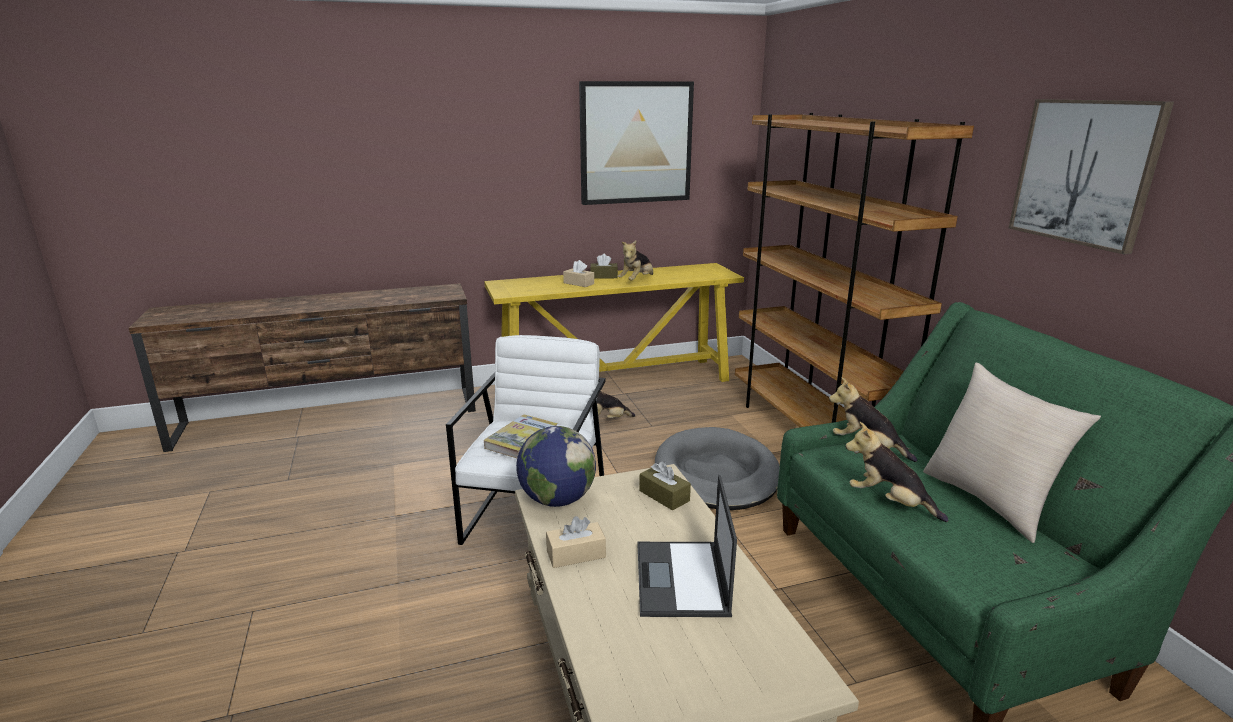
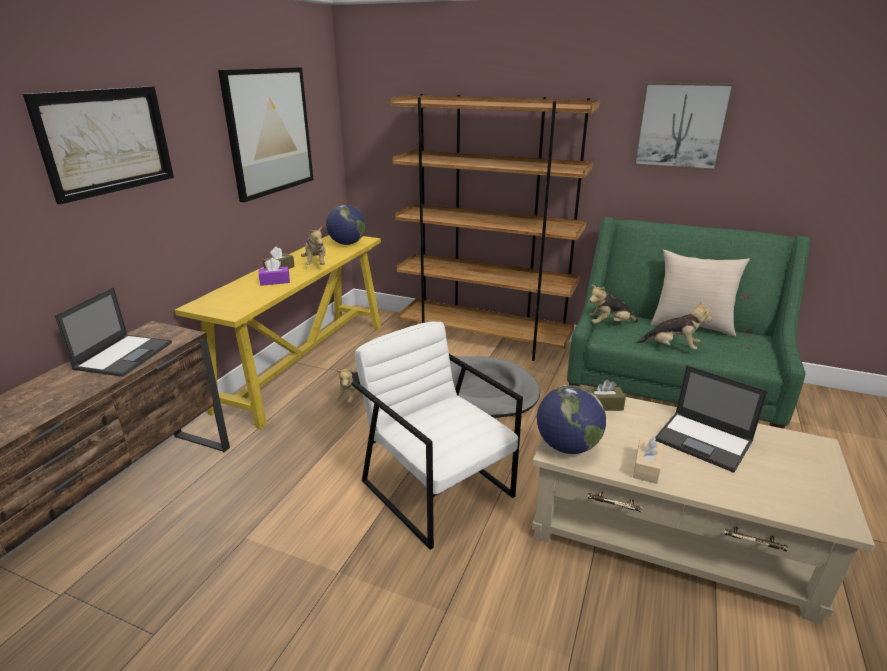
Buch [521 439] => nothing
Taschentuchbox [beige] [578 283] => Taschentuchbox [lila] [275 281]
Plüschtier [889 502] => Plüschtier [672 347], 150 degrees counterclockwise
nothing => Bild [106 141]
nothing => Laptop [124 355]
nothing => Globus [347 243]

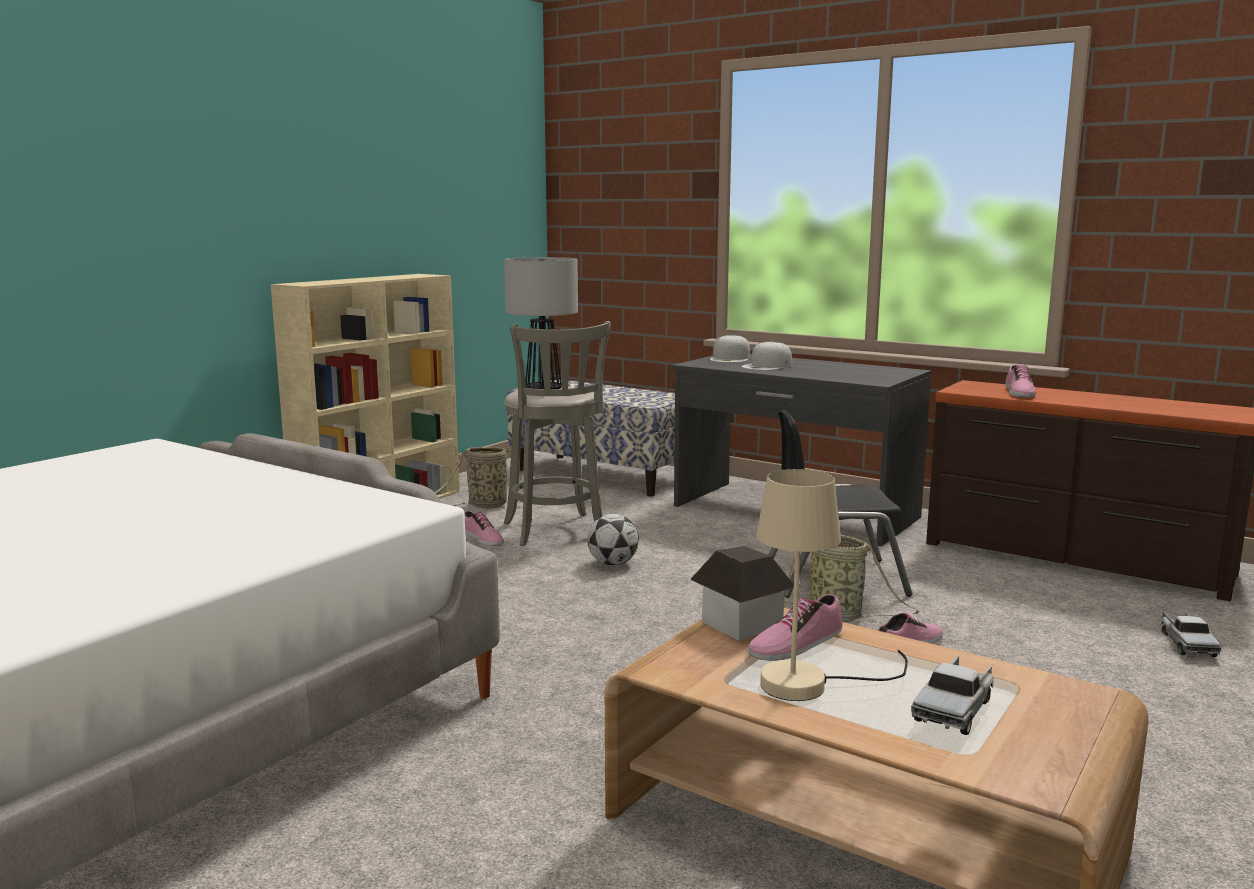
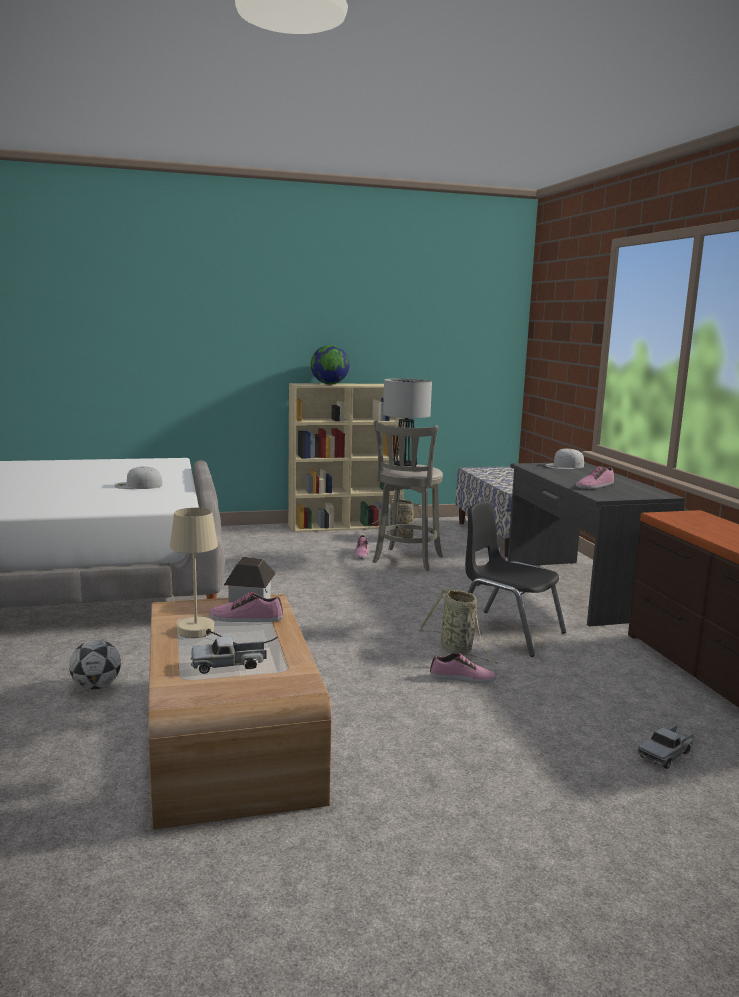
Fußball [613 564] => Fußball [96 686], shifted
Kappe [weiß] [767 366] => Kappe [weiß] [138 485], shifted
Schuh [1018 392] => Schuh [594 486], shifted
nothing => Globus [329 384]

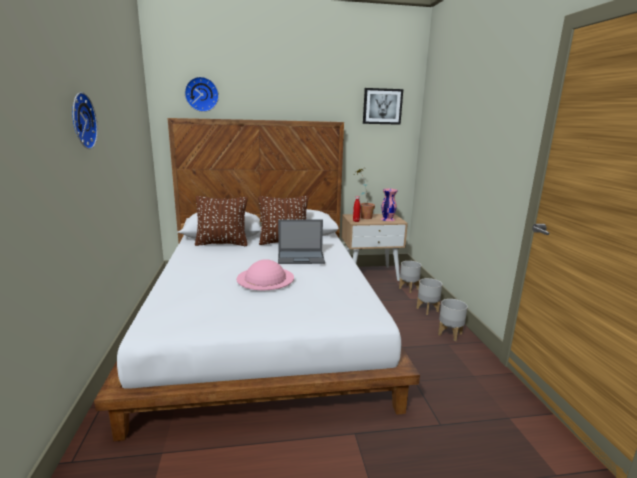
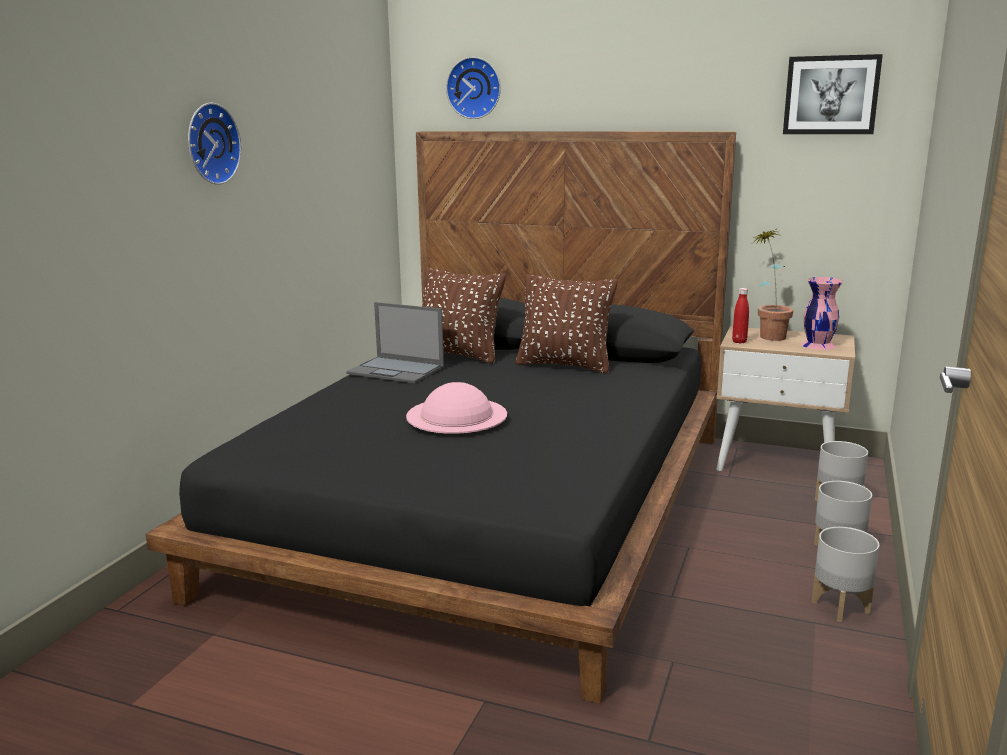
Bett [weiß] [264 324] => Bett [schwarz] [491 507]
Laptop [301 257] => Laptop [397 370], shifted

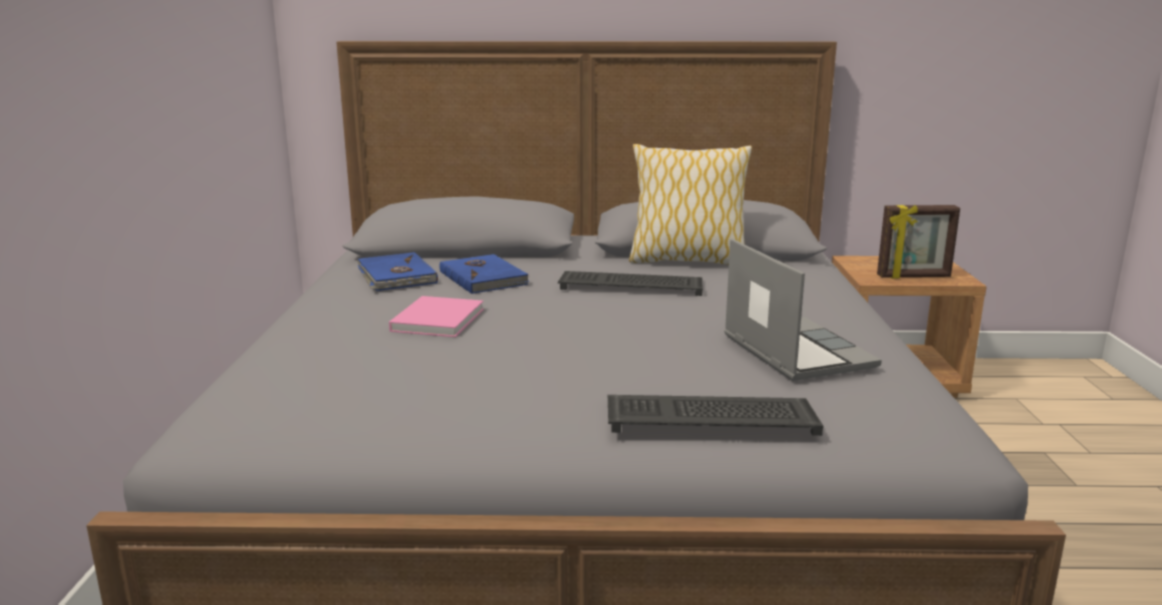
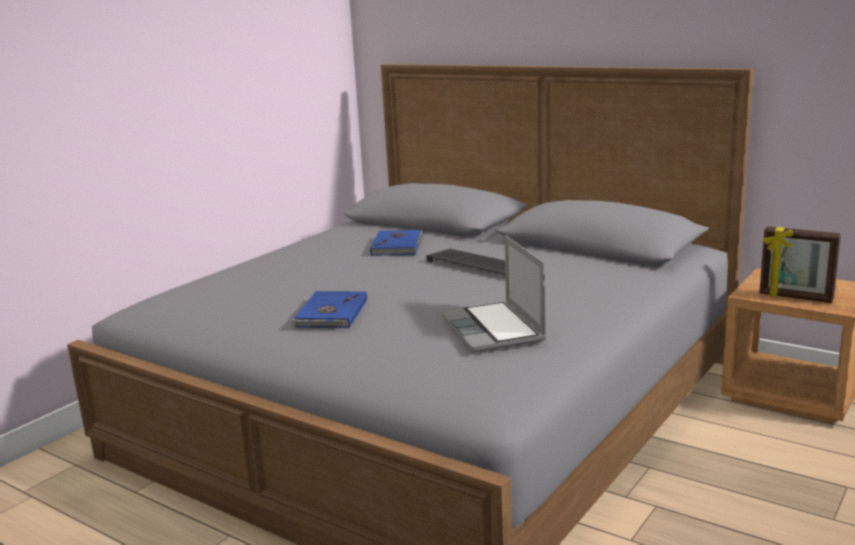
Buch [blau] [395 276] => Buch [blau] [330 313], shifted
Buch [rosa] [439 319] => nothing
Tastatur [712 417] => nothing
Kissen [687 261] => nothing
Laptop [794 351] => Laptop [494 329], 150 degrees clockwise

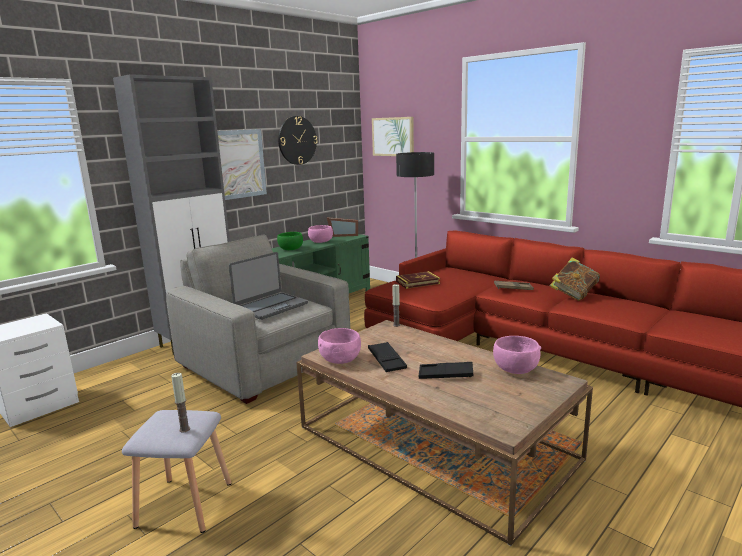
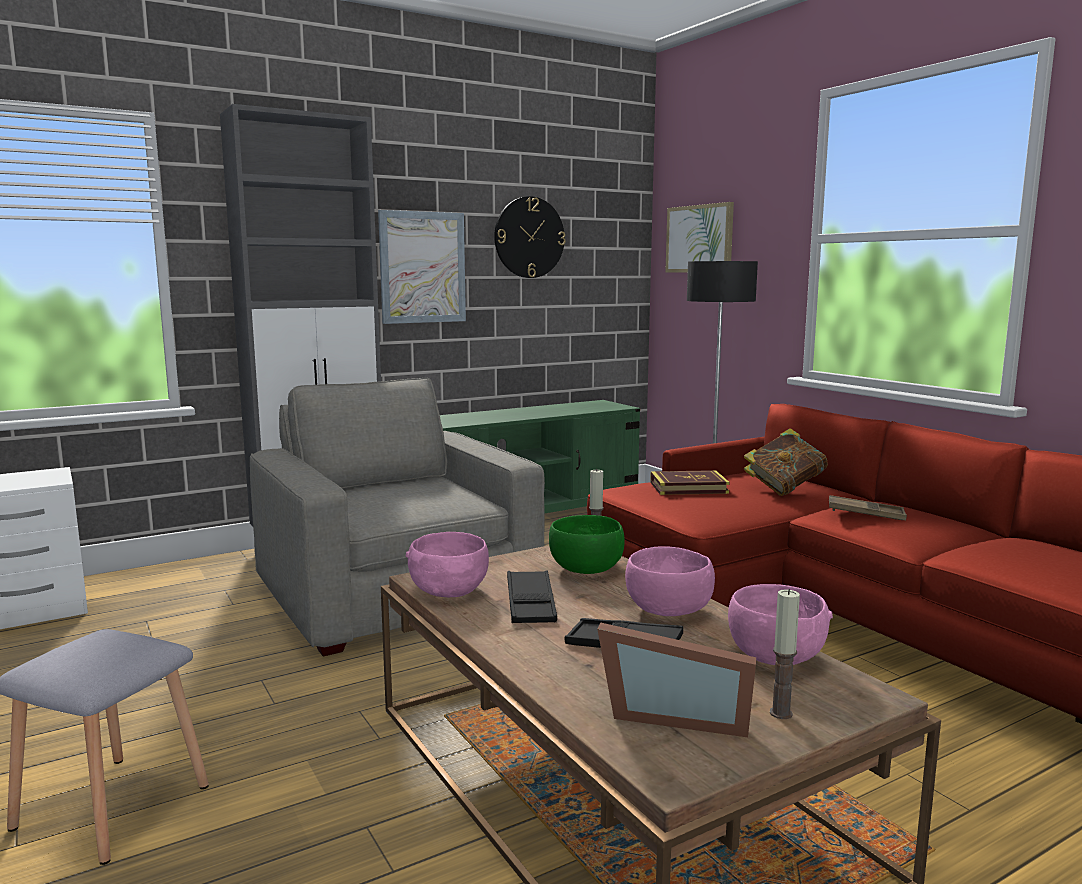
Kerze [184 429] => Kerze [780 713], shifted
Laptop [270 306] => nothing
Schüssel [grün] [291 249] => Schüssel [grün] [586 570], shifted
Schüssel [rosa] [321 242] => Schüssel [rosa] [669 610], shifted
Bilderrahmen [343 235] => Bilderrahmen [674 715], shifted
Buch [573 295] => Buch [784 489], shifted

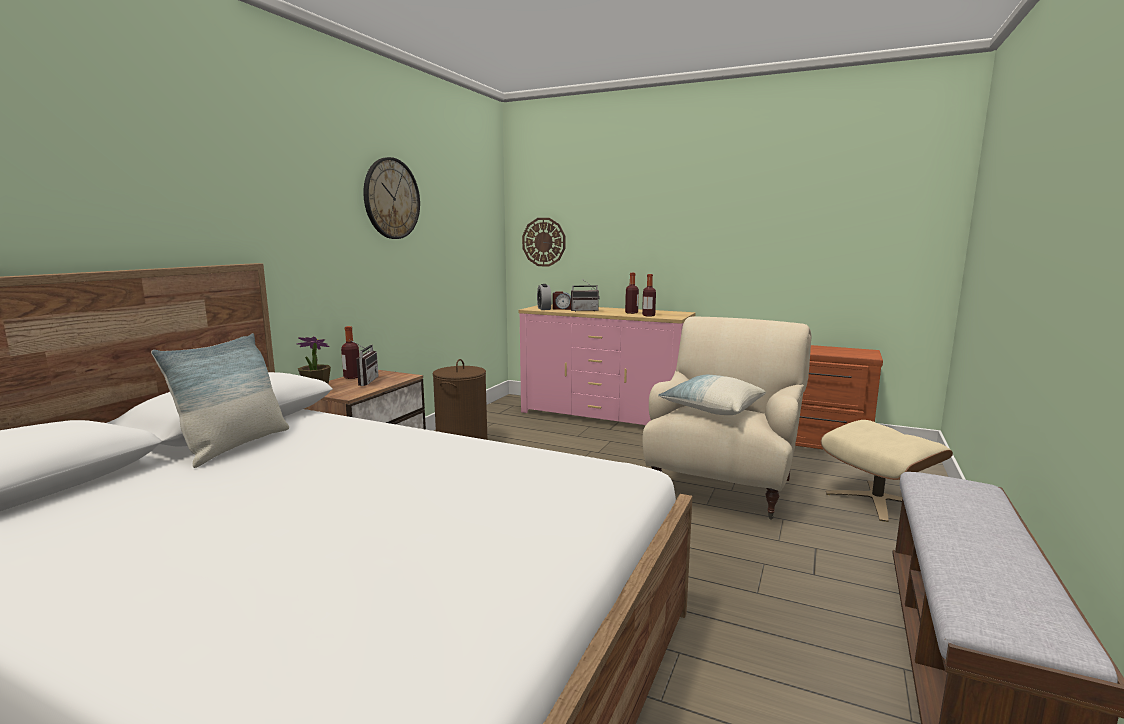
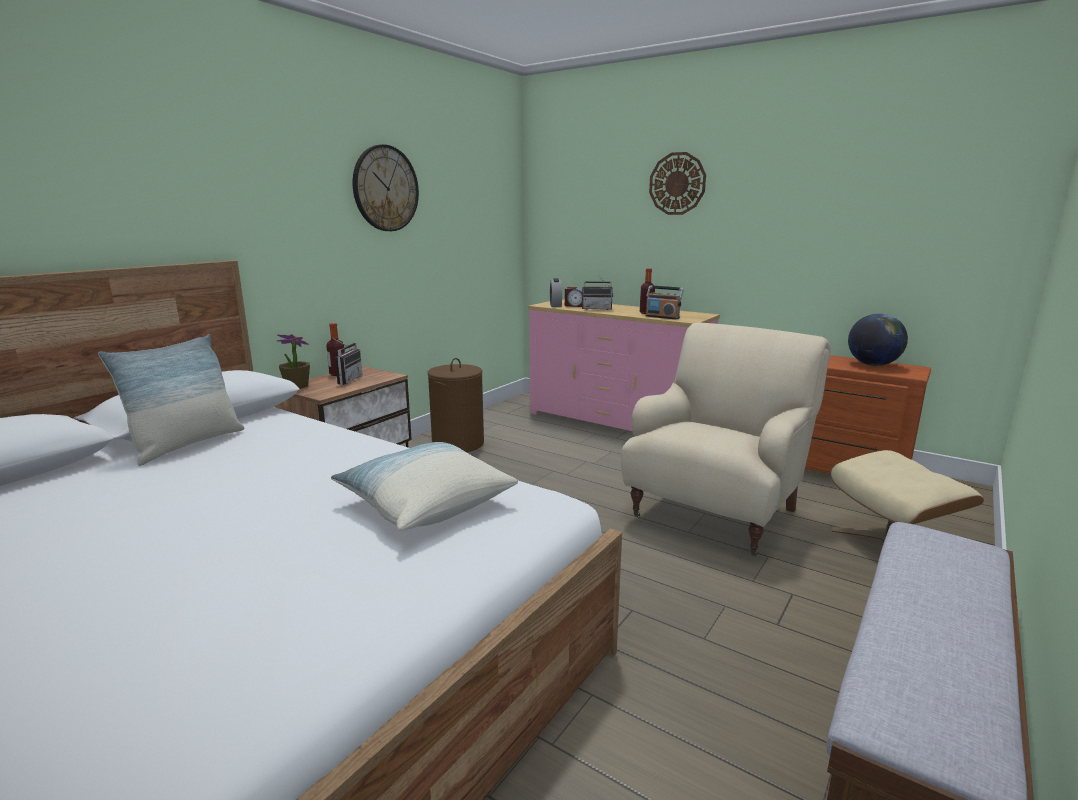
Wanduhr [544 242] => Wanduhr [677 184], shifted
Flasche [648 315] => Radio [662 317]
Kissen [712 409] => Kissen [424 504], shifted
nothing => Globus [873 364]

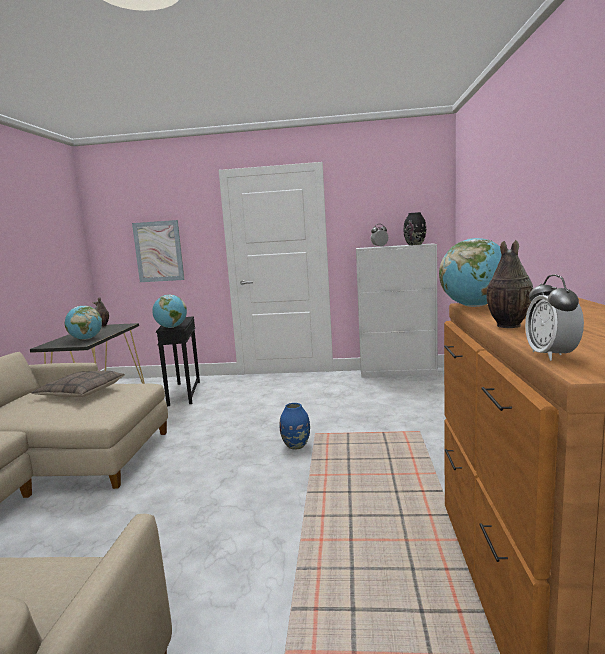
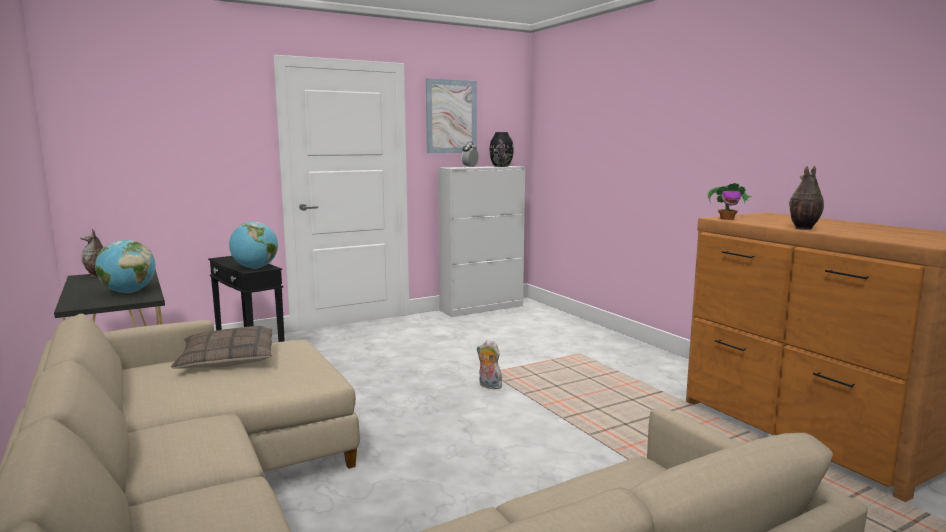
Bild [158 251] => Bild [451 116], shifted
Vase [blau] [296 445] => Plüschtier [488 386]
Globus [474 306] => Topfpflanze [727 219]
Wecker [551 355] => nothing

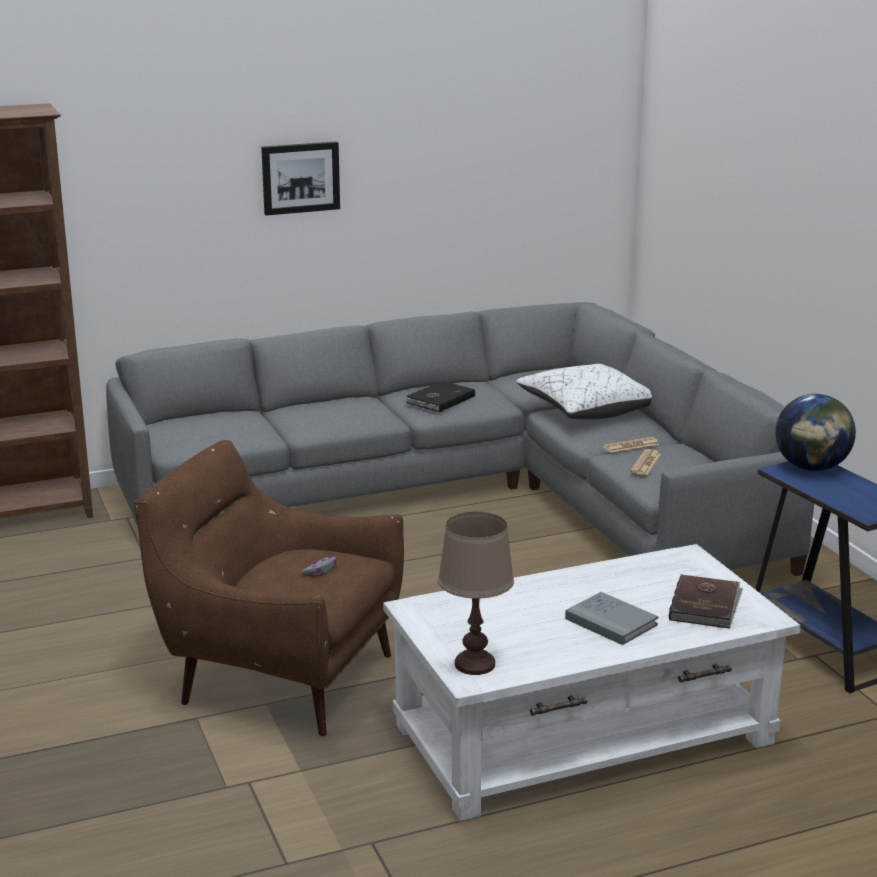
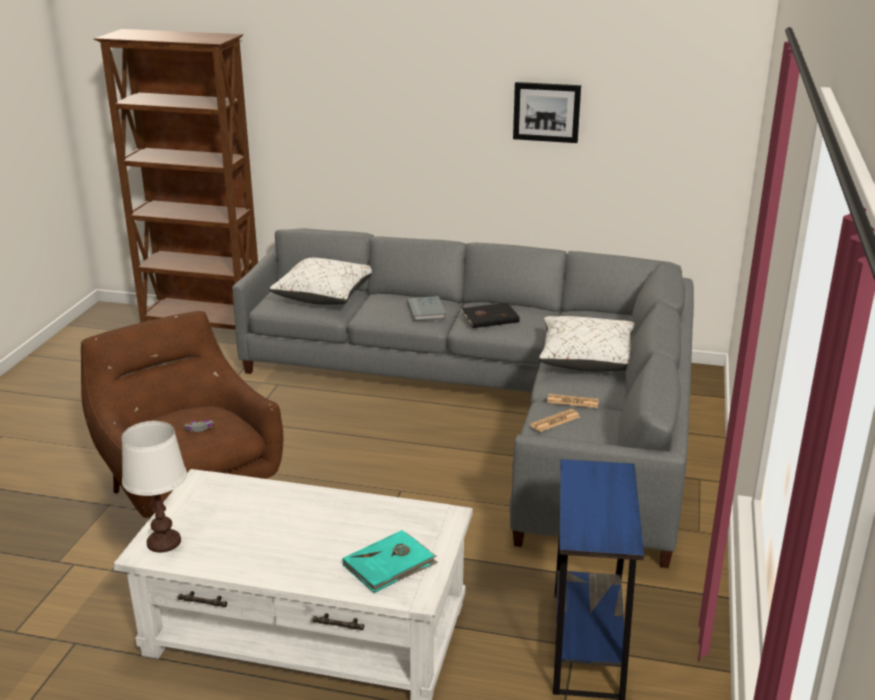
Bild [300 177] => Bild [546 112], shifted
Tischlampe [braun] [474 664] => Tischlampe [weiß] [163 542]
Buch [grau] [611 622] => Buch [grau] [426 311], shifted
Buch [braun] [705 605] => Buch [türkis] [390 564]
Globus [811 468] => nothing
nothing => Kissen [weiß] [325 295]

